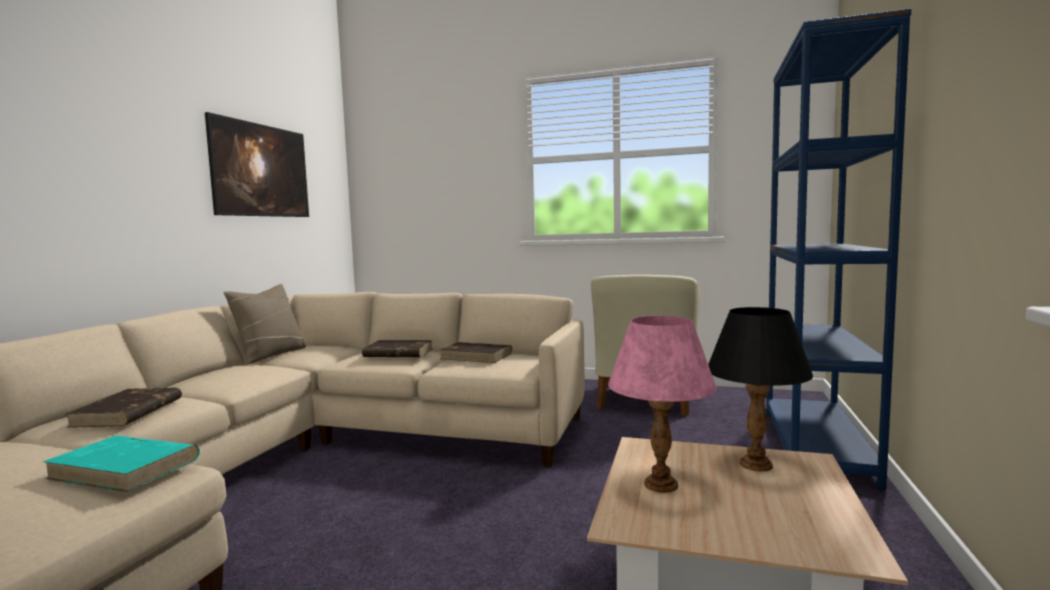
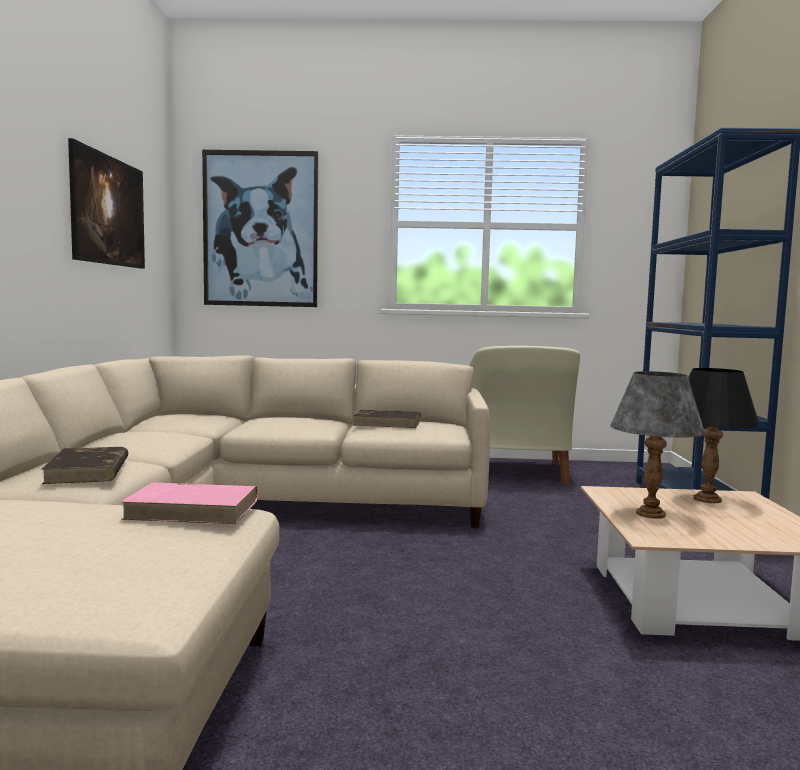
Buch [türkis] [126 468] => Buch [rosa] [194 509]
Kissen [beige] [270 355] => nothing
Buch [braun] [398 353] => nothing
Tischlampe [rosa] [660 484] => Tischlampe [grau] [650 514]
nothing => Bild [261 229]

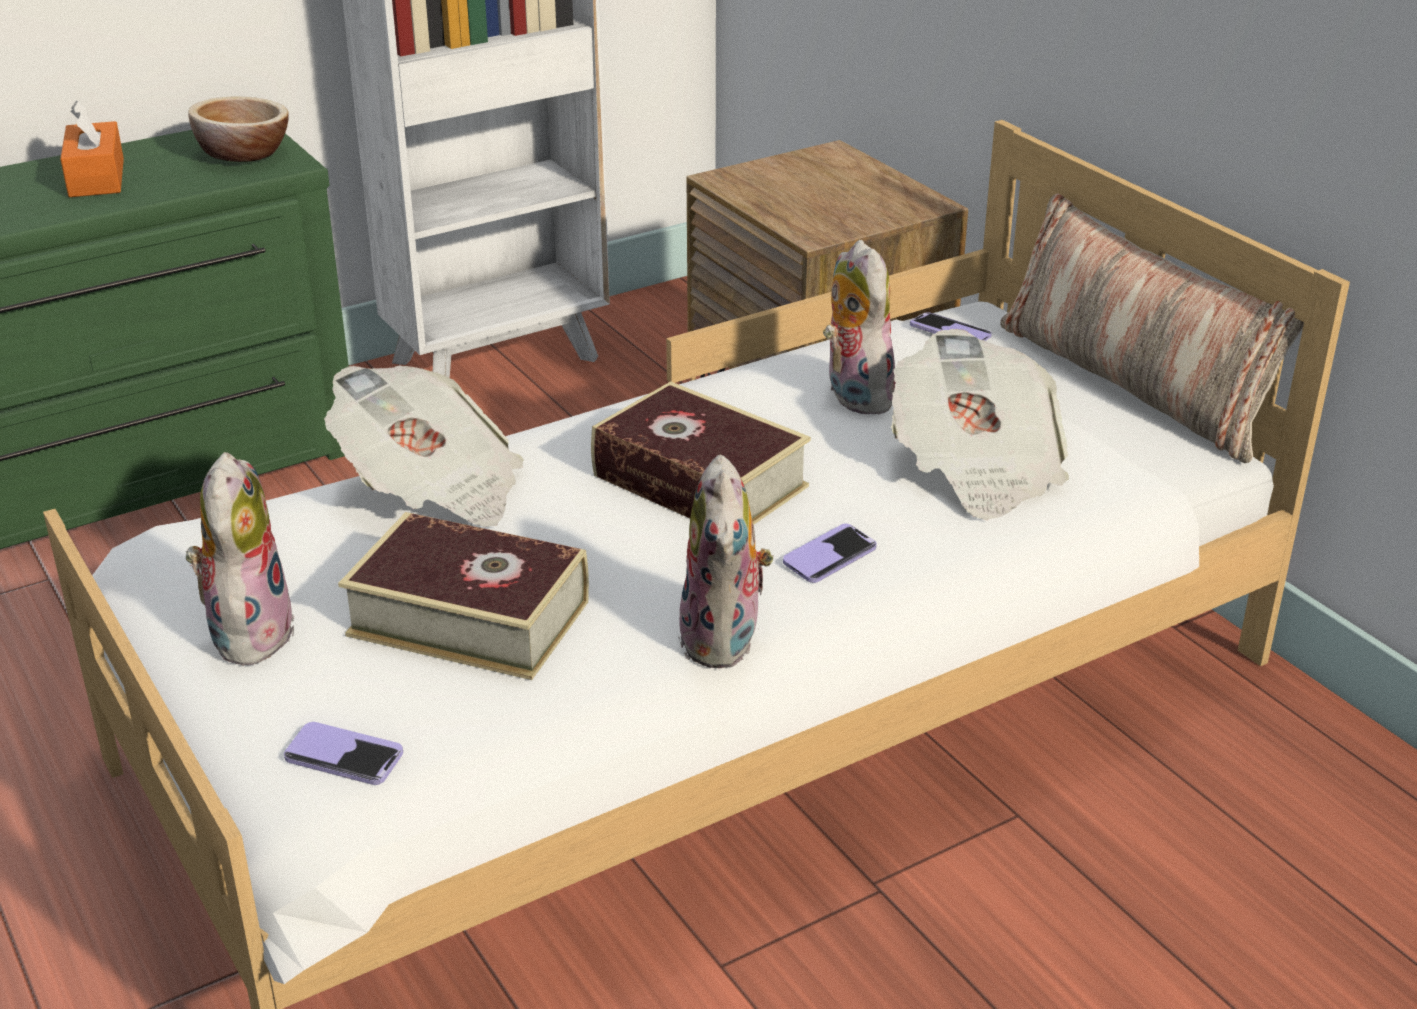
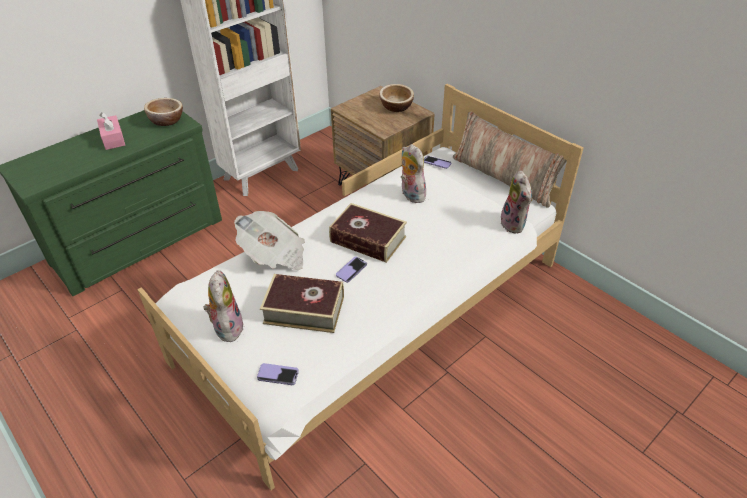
Taschentuchbox [orange] [96 178] => Taschentuchbox [rosa] [113 139]
Plüschtier [725 641] => Plüschtier [515 224], shifted
Handy [829 556] => Handy [351 270], shifted
Zeitung [976 468] => nothing
nothing => Schüssel [396 107]

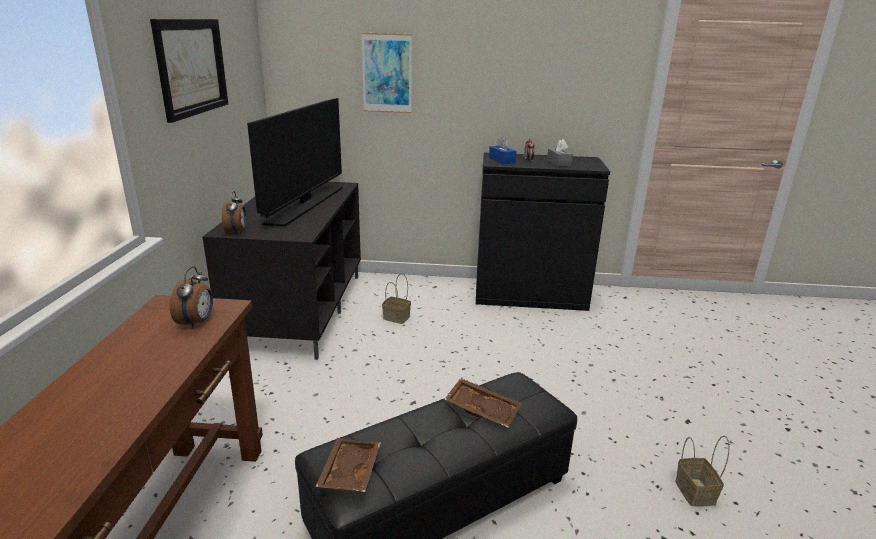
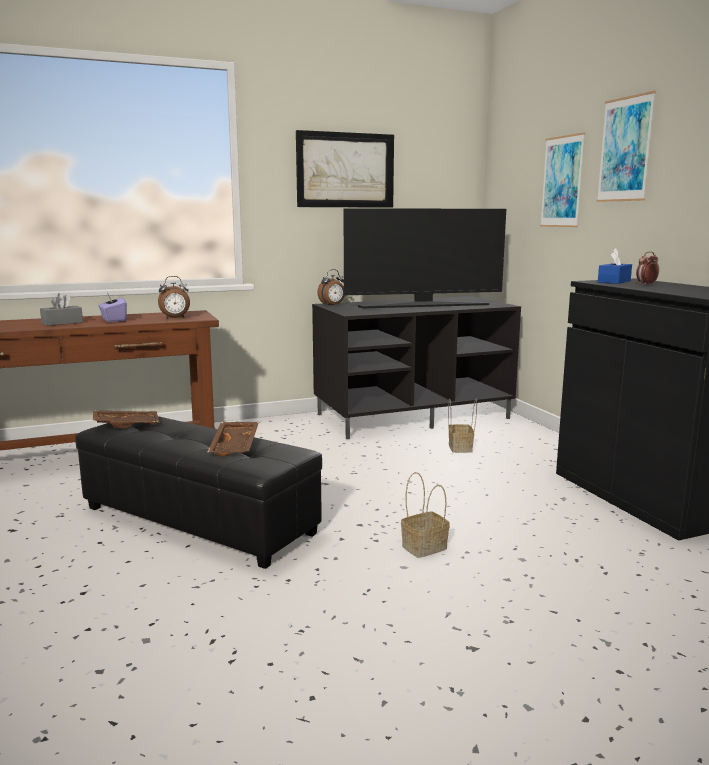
Taschentuchbox [grau] [559 163] => Taschentuchbox [grau] [62 323], shifted
Korb [693 491] => Korb [425 546], shifted
nothing => Taschentuchbox [lila] [113 320]
nothing => Bild [625 149]

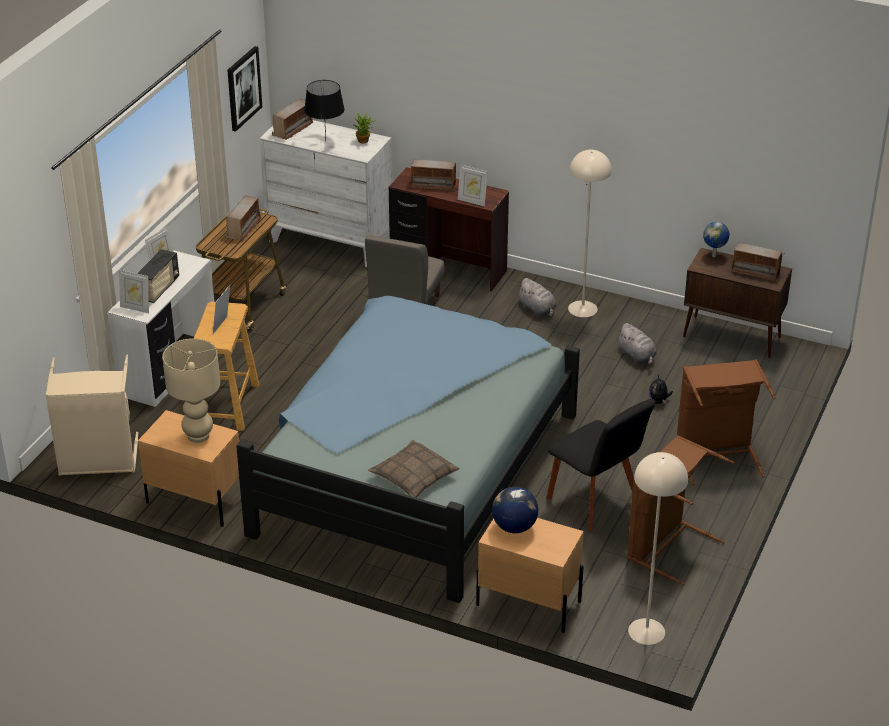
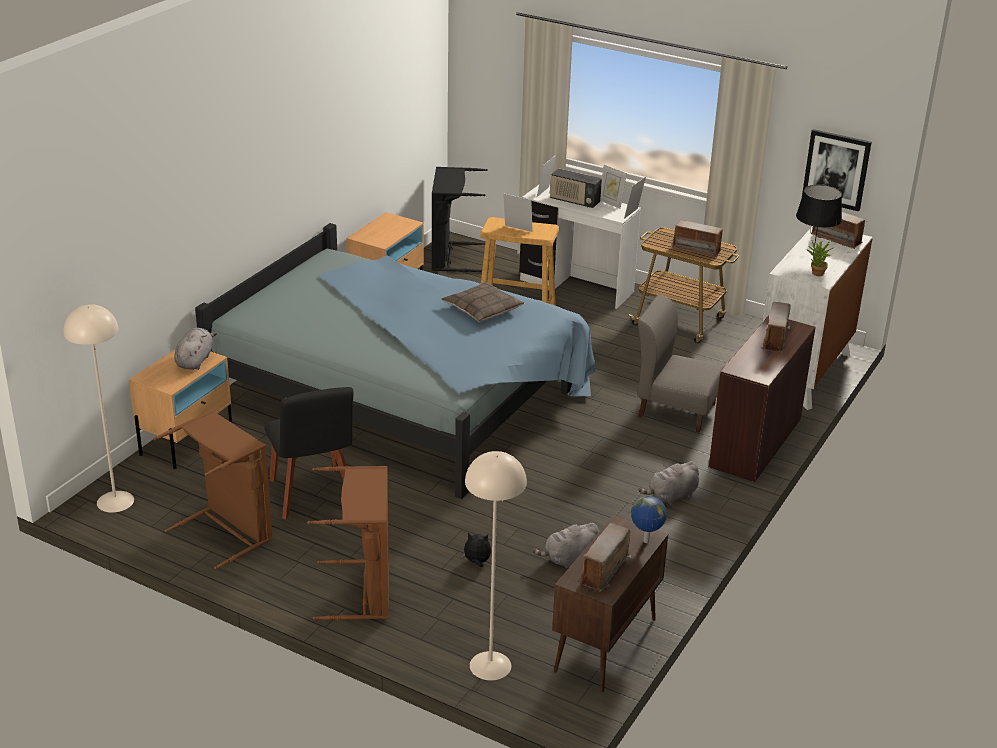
Wäschekorb [beige] [98 461] => Wäschekorb [schwarz] [450 257]
Tischlampe [beige] [198 436] => nothing
Kissen [413 477] => Kissen [482 309], shifted
Bilderrahmen [472 201] => Bilderrahmen [633 214], shifted
Globus [514 527] => Plüschtier [grau] [195 360]
Stuhl [schwarz] [596 502] => Stuhl [schwarz] [313 495], 75 degrees counterclockwise
Stehlampe [beige] [583 309] => Stehlampe [beige] [490 665], shifted

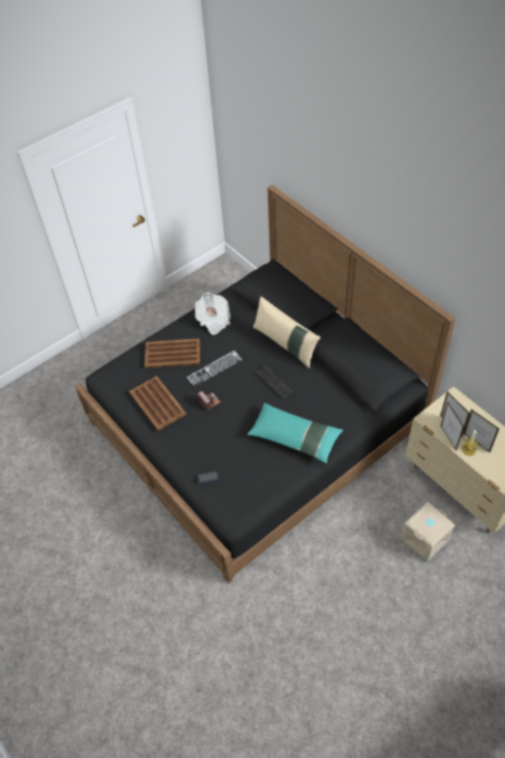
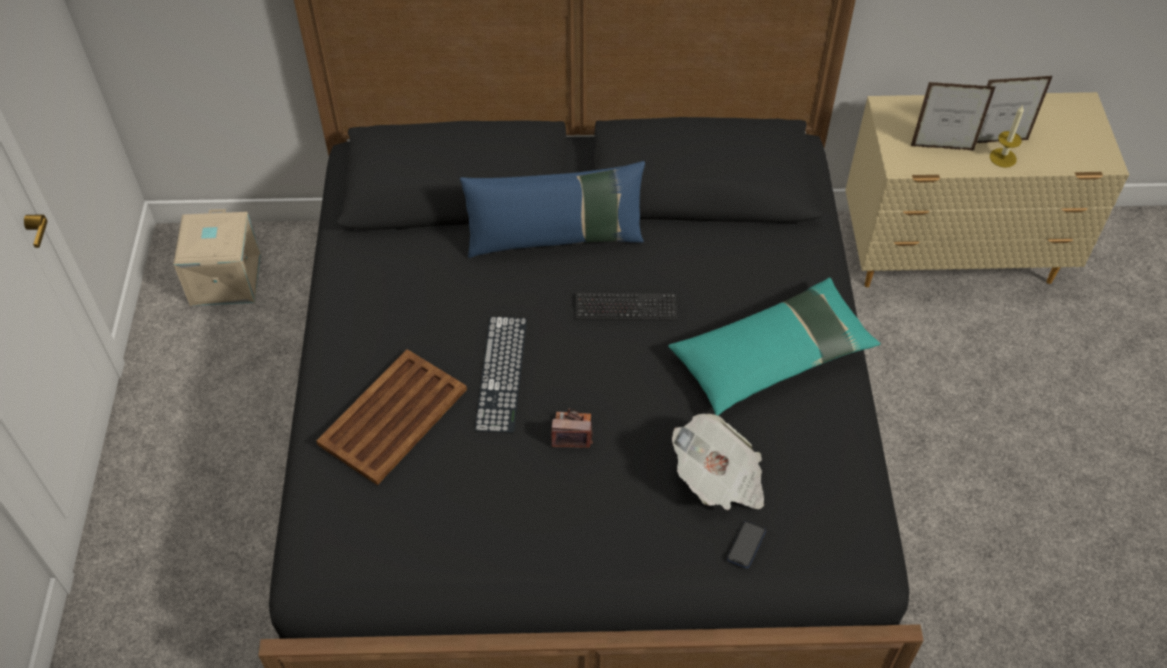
Tablett [braun] [157 403] => nothing
Zeitung [213 320] => Zeitung [719 479], shifted
Kissen [beige] [285 344] => Kissen [blau] [556 238]
Aufbewahrungsbox [beige] [424 538] => Aufbewahrungsbox [beige] [224 279], shifted
Bilderrahmen [448 438] => nothing

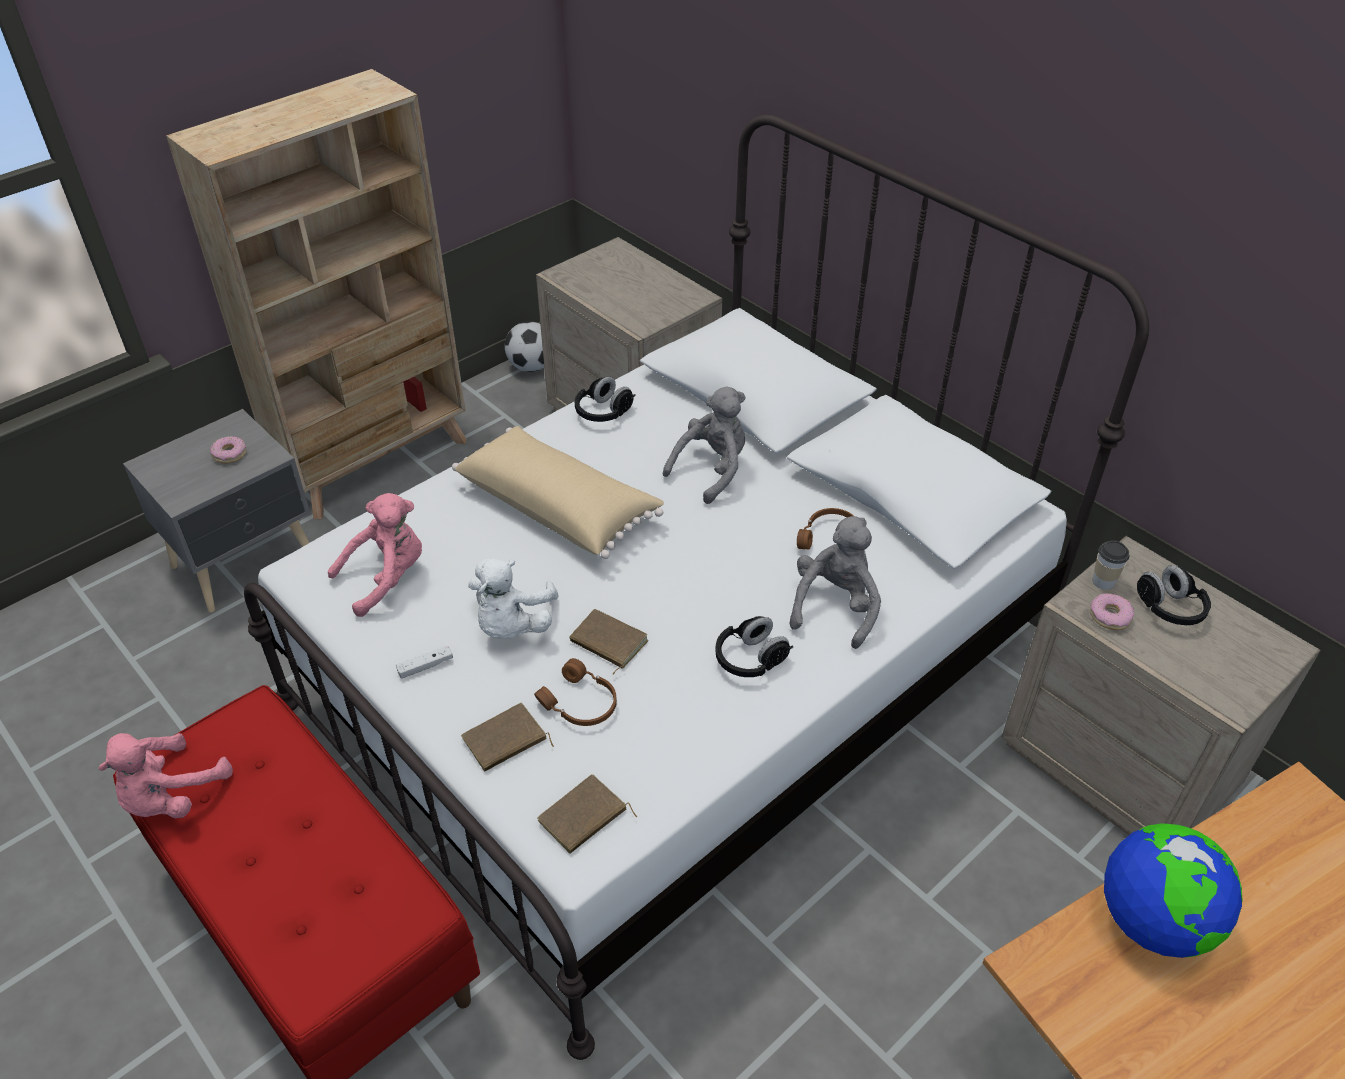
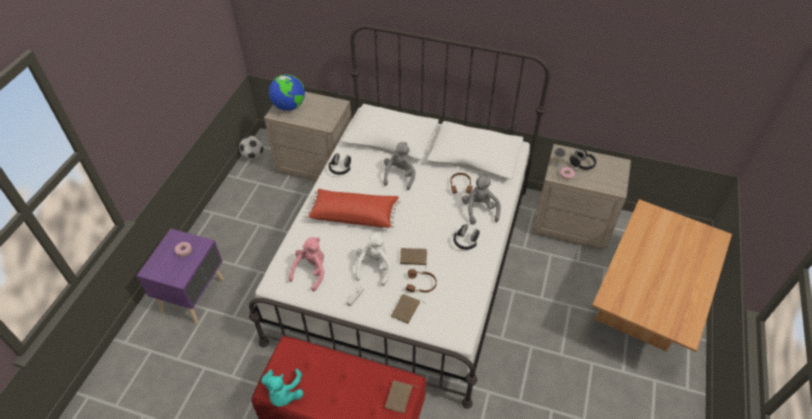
Plüschtier [rosa] [171 796] => Plüschtier [türkis] [284 394]
Nachttisch [grau] [247 562] => Nachttisch [lila] [194 295]
Bücherregal [beige] [376 461] => nothing
Kissen [beige] [559 507] => Kissen [rot] [354 214]
Plüschtier [weiß] [512 625] => Plüschtier [weiß] [374 267], 150 degrees counterclockwise
Buch [braun] [584 818] => Buch [braun] [399 398], shifted
Globus [1153 921] => Globus [289 106], shifted

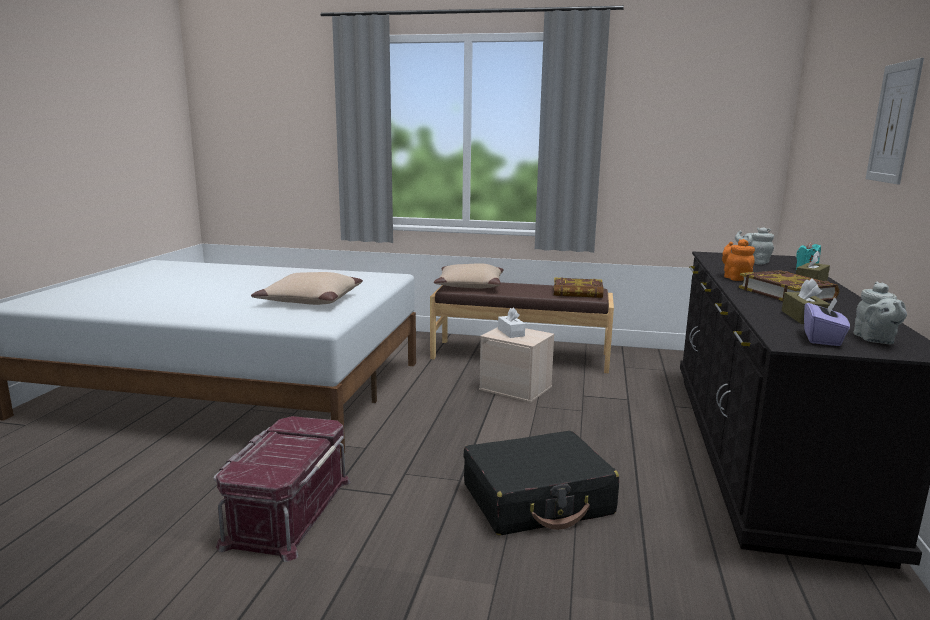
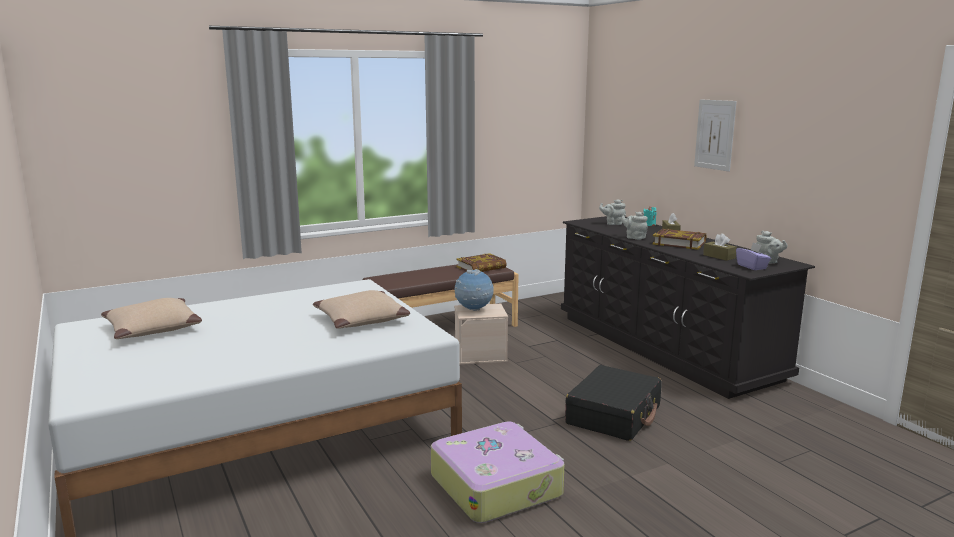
Aufbewahrungsbox [rot] [287 511] => Koffer [496 485]
Kissen [beige] [469 285] => Kissen [beige] [153 329], shifted
Taschentuchbox [weiß] [511 332] => Globus [474 310]
Teekanne [orange] [735 278] => Teekanne [grau] [634 237]

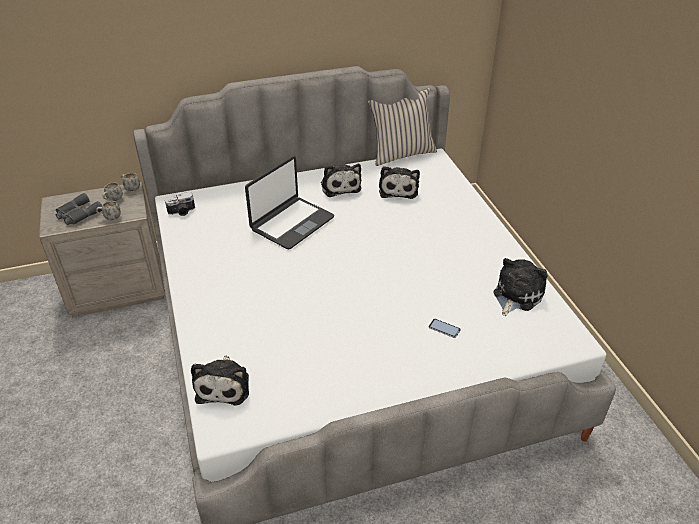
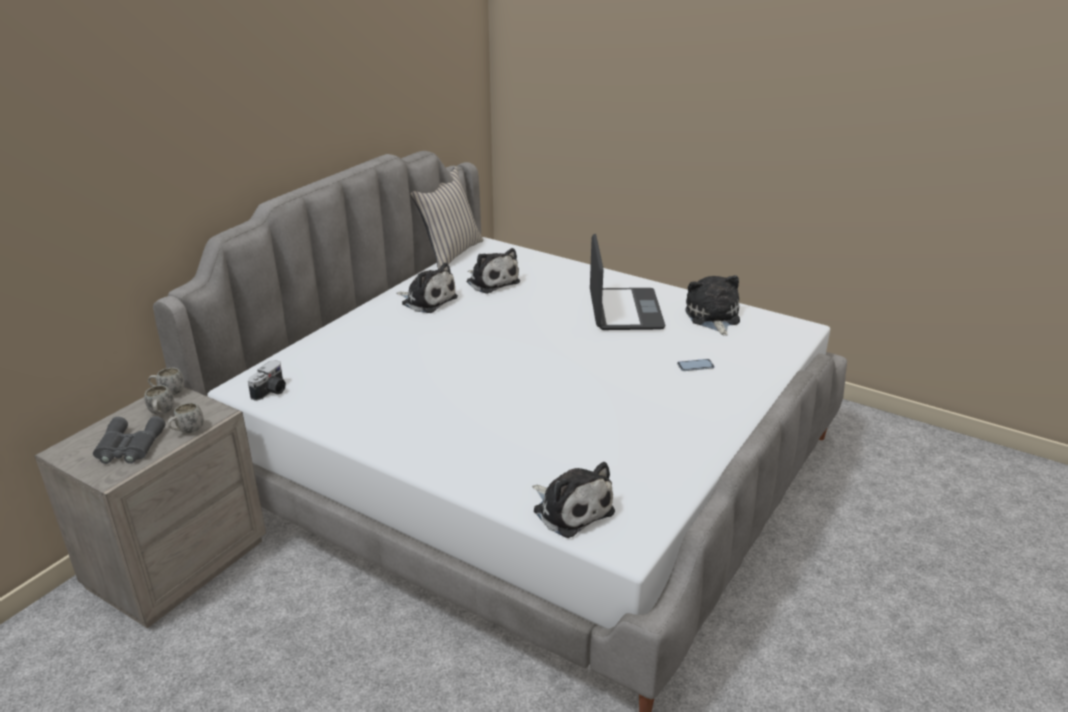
Laptop [291 223] => Laptop [624 310], shifted

